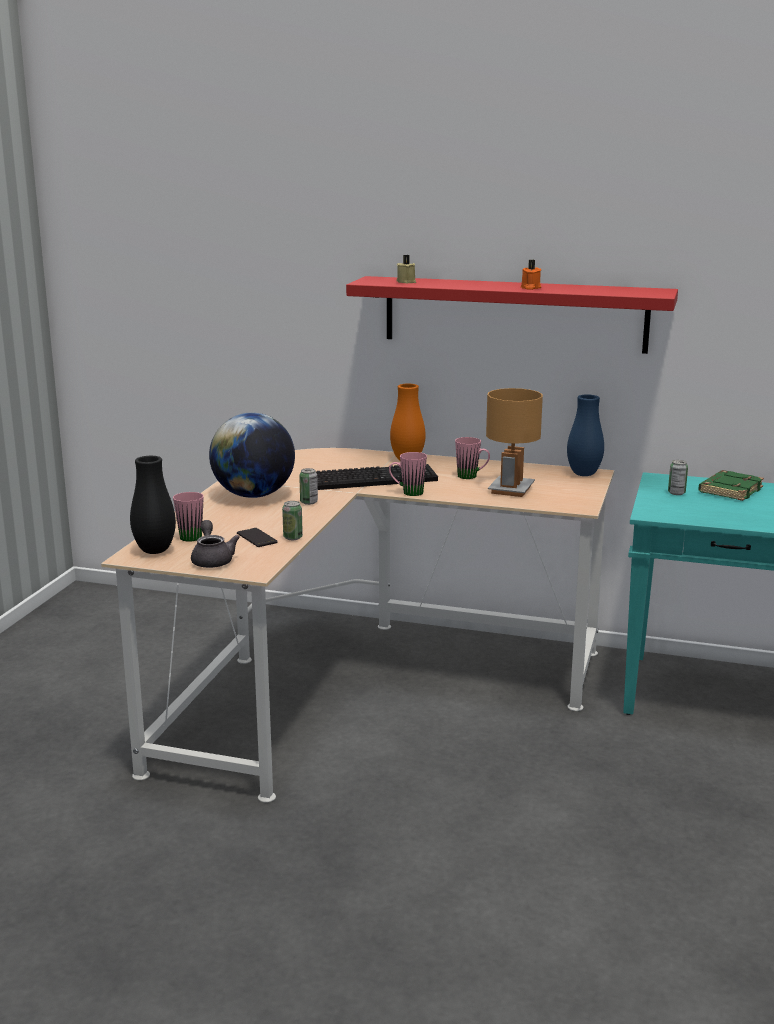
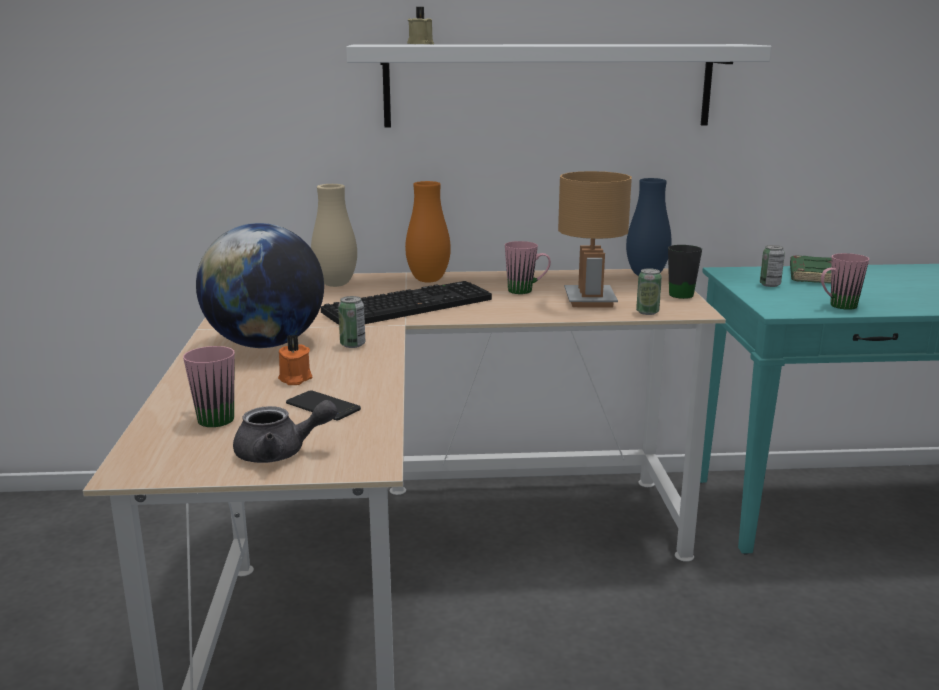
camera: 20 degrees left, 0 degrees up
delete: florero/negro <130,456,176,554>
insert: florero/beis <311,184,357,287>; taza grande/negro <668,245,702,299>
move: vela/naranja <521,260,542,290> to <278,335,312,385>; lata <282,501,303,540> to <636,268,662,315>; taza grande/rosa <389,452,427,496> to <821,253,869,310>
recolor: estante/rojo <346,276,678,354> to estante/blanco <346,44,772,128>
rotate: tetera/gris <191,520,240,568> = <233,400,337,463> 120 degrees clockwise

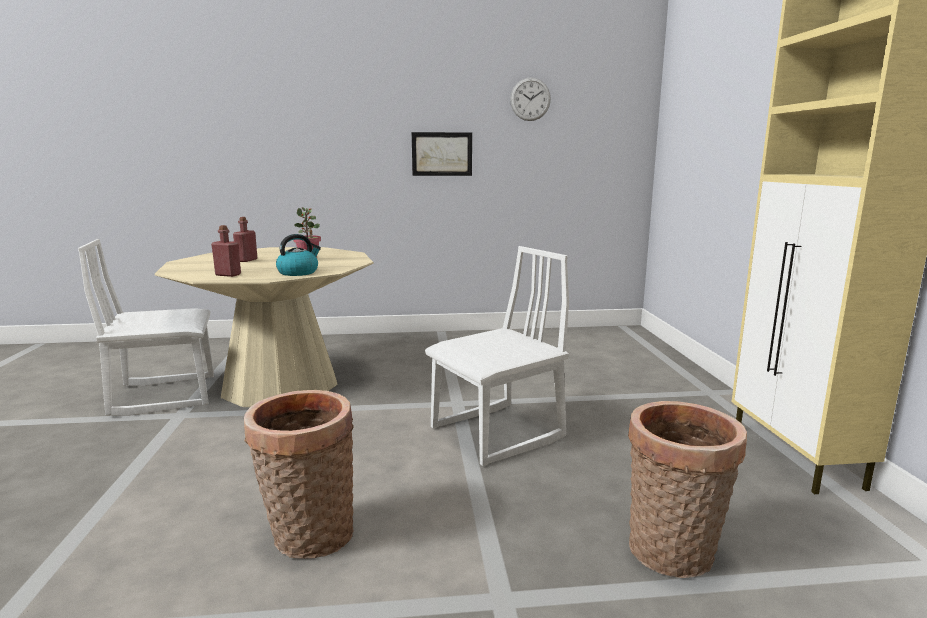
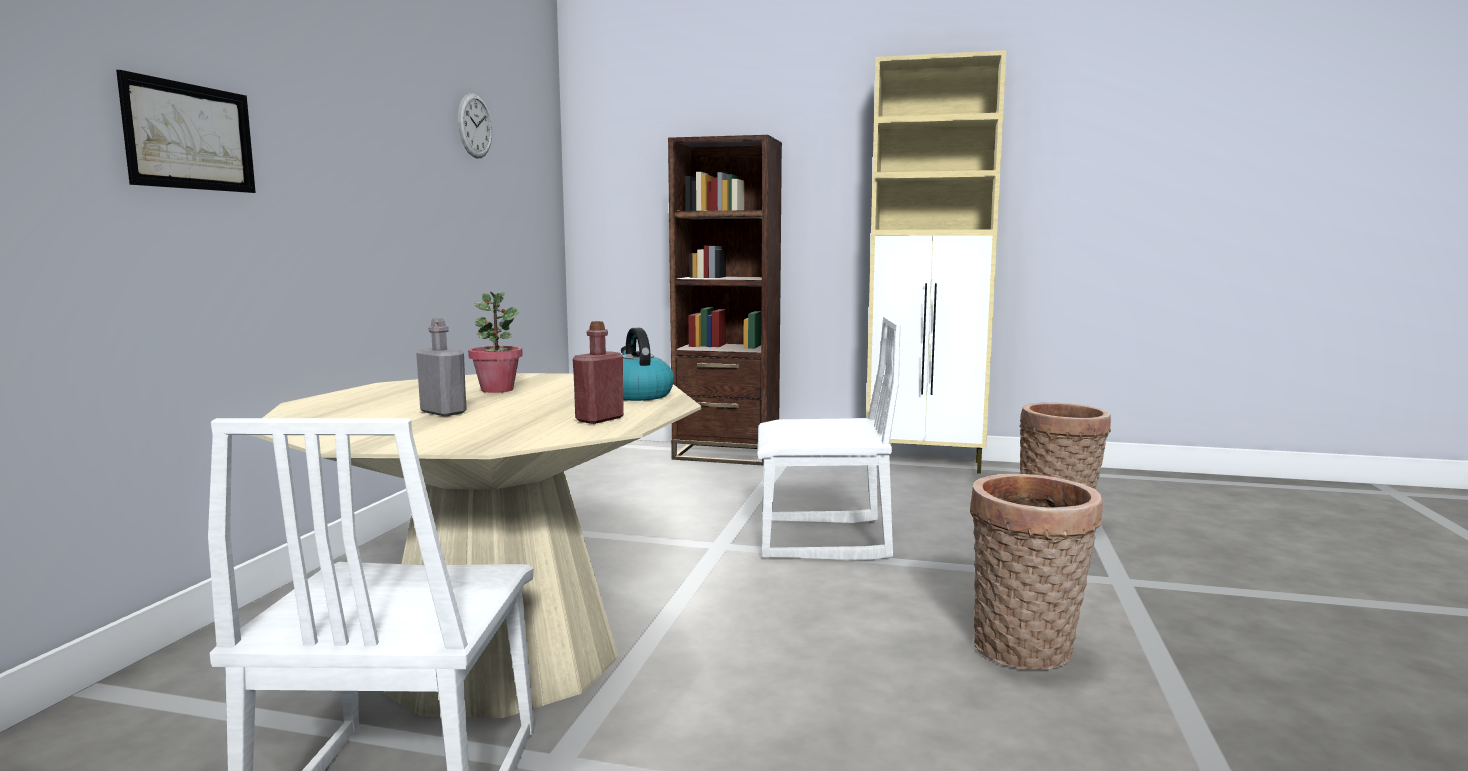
camera: 70 degrees left, 5 degrees down
insert: estantería/marrón <668,135,782,466>
move: cuadro <412,132,472,176> to <116,70,256,193>
recolor: botella/rojo <233,217,257,262> to botella/gris <416,318,467,416>
rotate: silla/blanco <425,246,569,466> = <757,316,901,560> 105 degrees clockwise

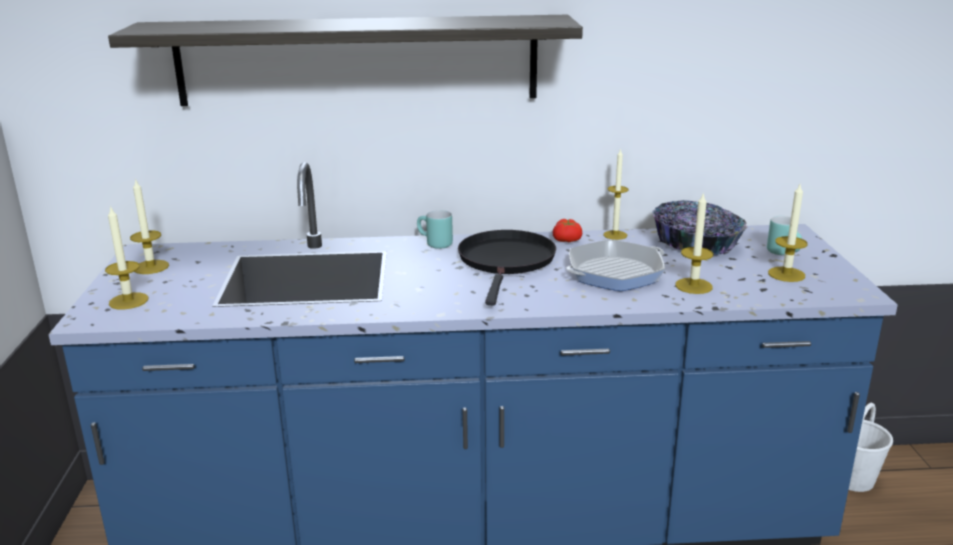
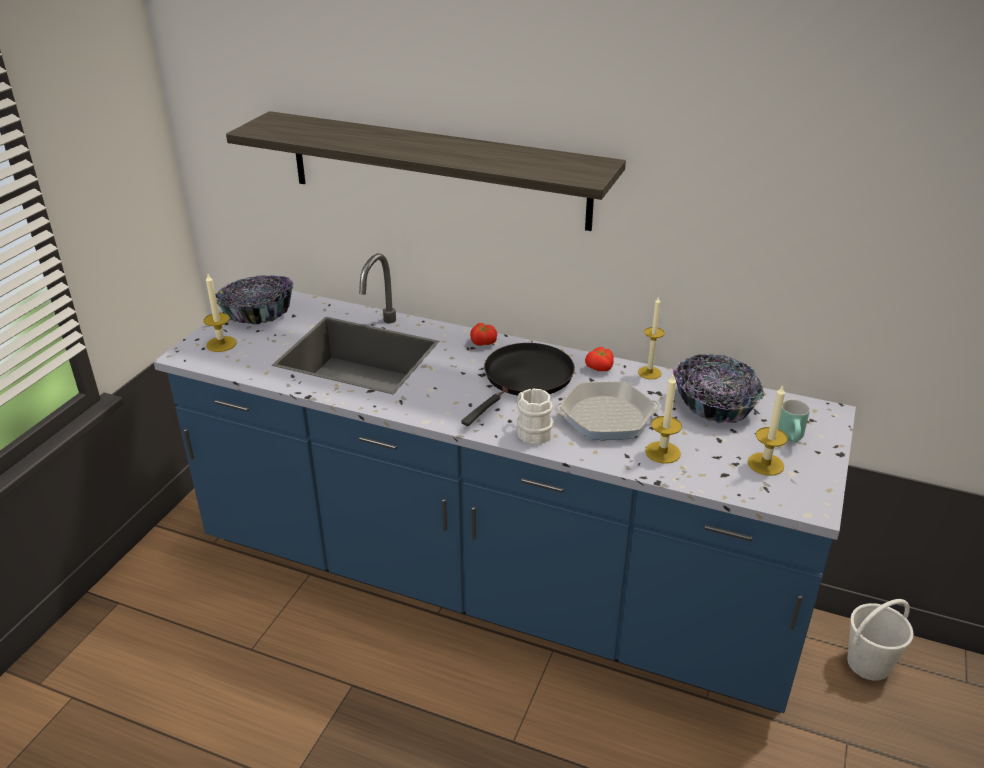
camera: 25 degrees right, 10 degrees up
insert: taza grande/blanco <517,389,553,444>
replace: vela <130,178,169,274> to cuenco <215,275,294,325>; taza grande/turquesa <417,210,453,249> to tomate <470,323,497,346>

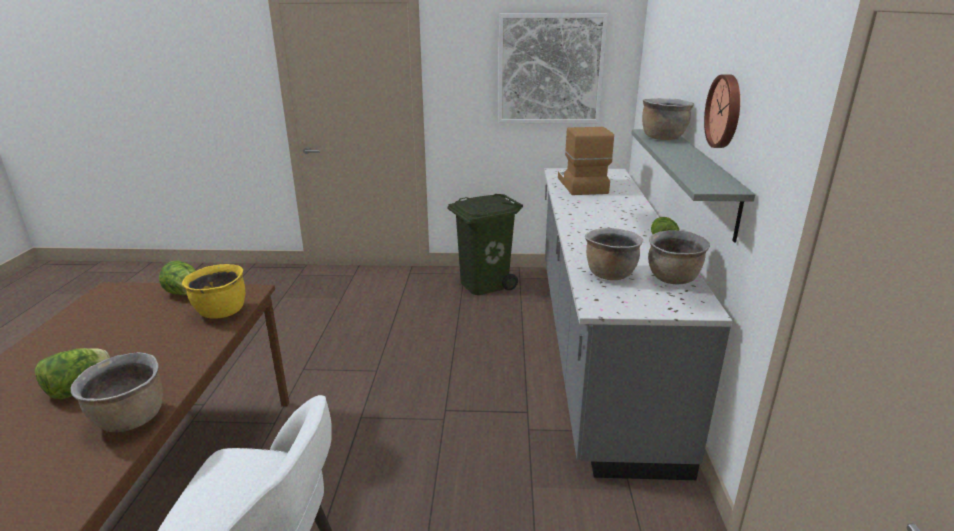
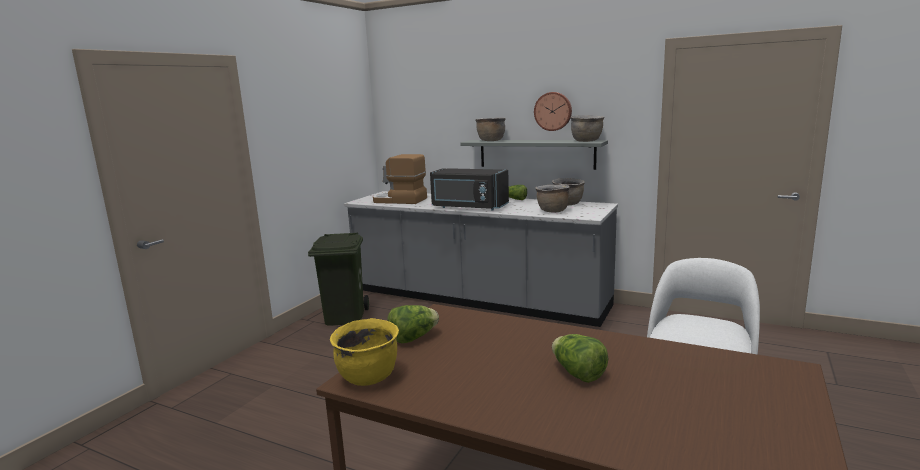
camera: 65 degrees left, 10 degrees down
delete: cuadro <498,13,608,123>
insert: microondas/negro <430,168,509,211>
move: olla/amarillo <182,264,245,319> to <330,318,399,386>; olla/marrón <70,352,163,432> to <571,115,604,142>

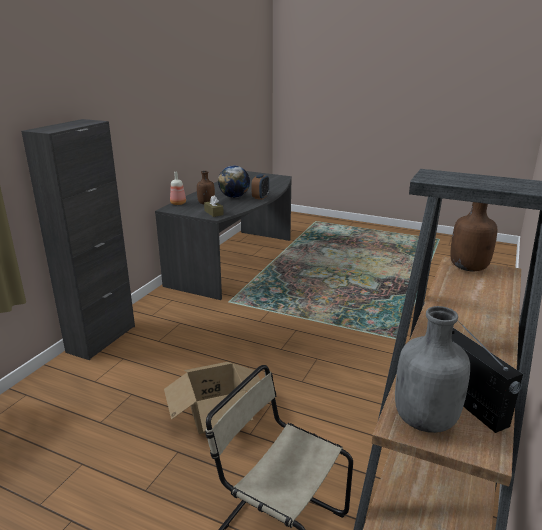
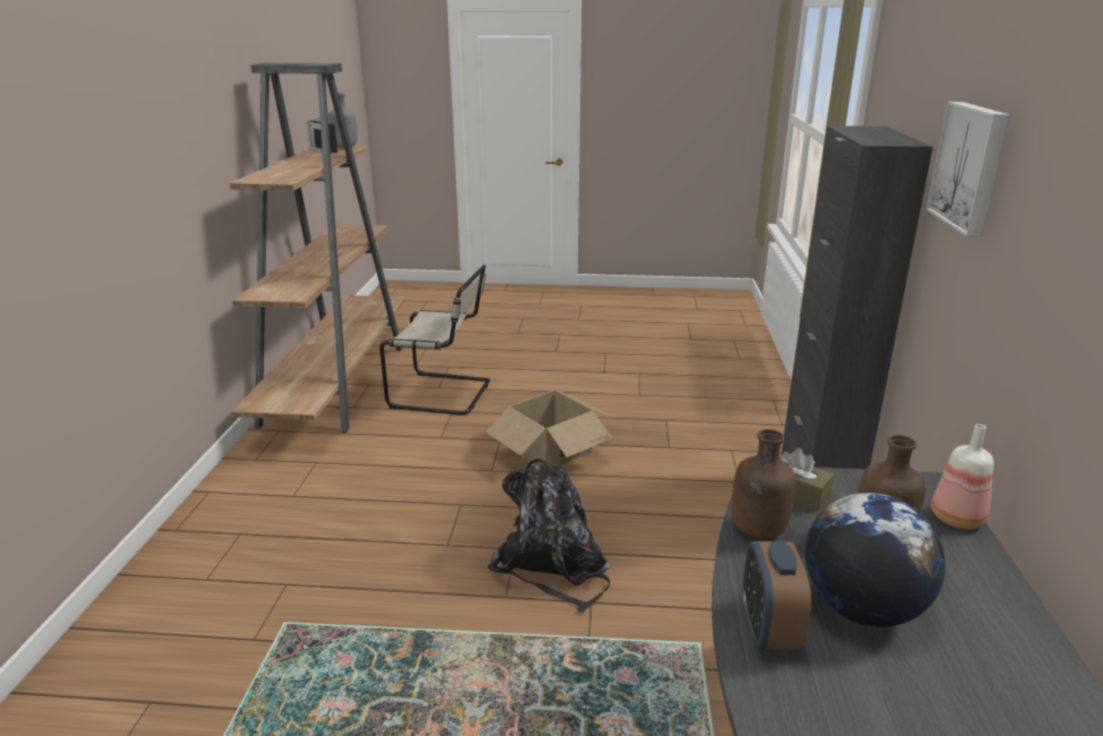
camera: 160 degrees right, 0 degrees up
insert: mochila/negro <488,459,612,613>; cuadro <926,102,1010,237>
move: botella/marrón <450,202,497,271> to <732,429,796,539>

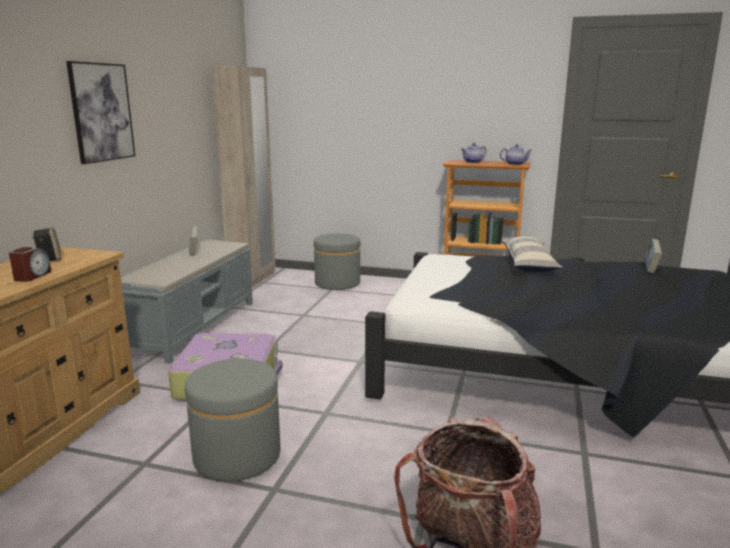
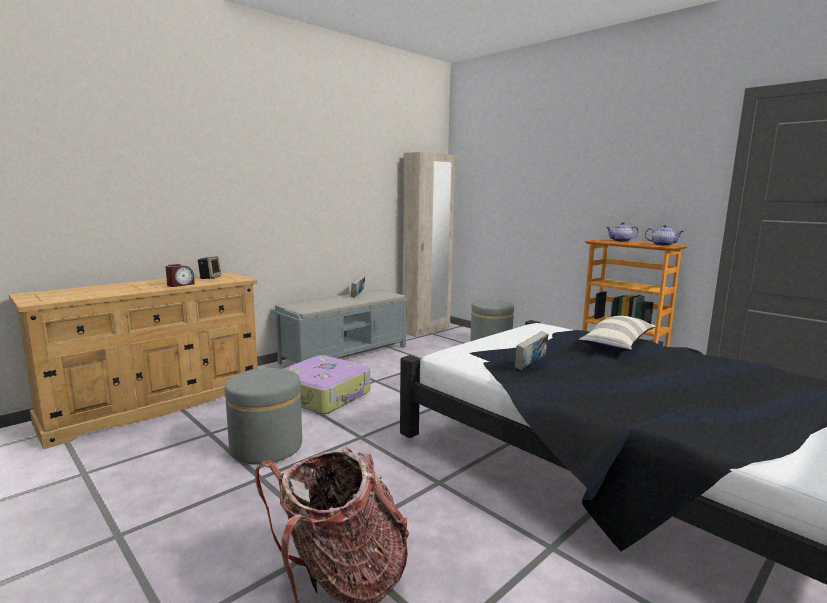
camera: 30 degrees right, 5 degrees down
delete: cuadro <66,61,135,164>
move: libro <645,239,662,273> to <515,331,549,370>

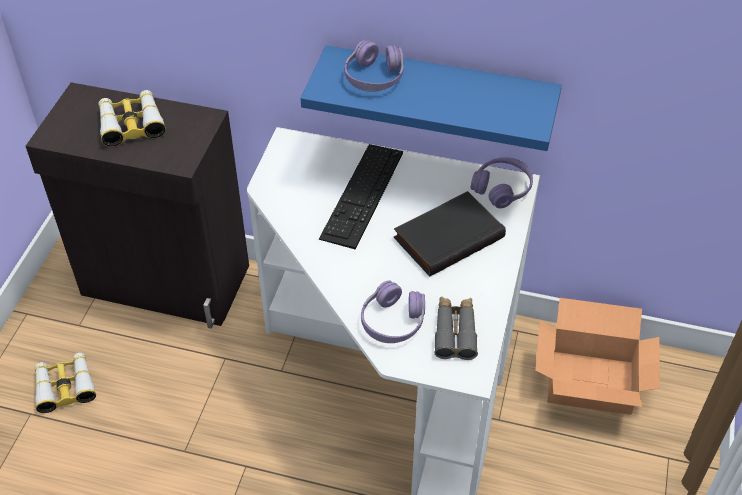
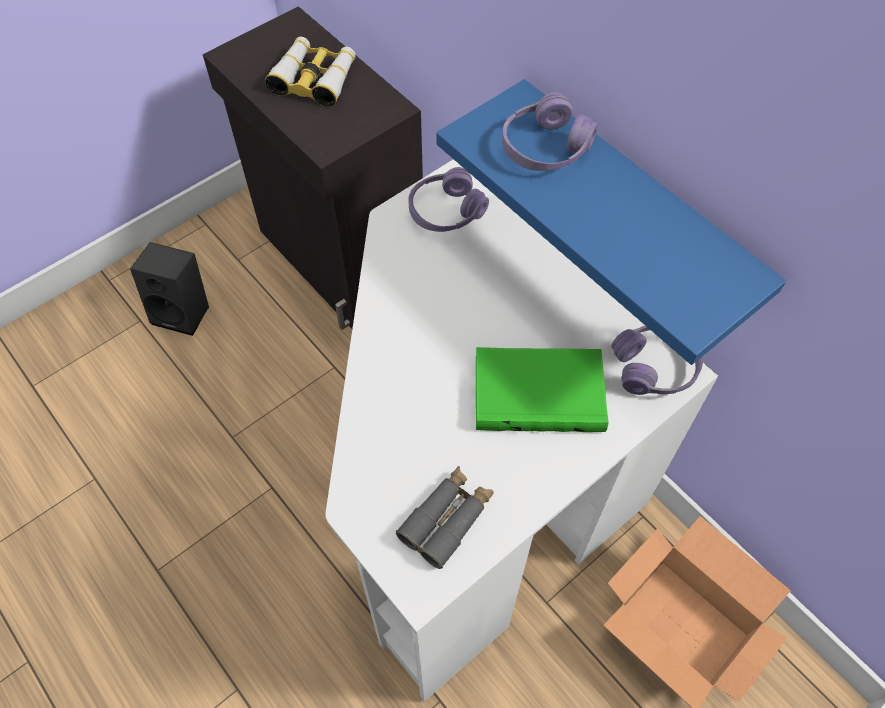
camera: 35 degrees right, 10 degrees up
delete: teclado <319,144,403,249>
move: auriculares/morado <361,280,425,343> to <409,167,489,232>
replace: prismáticos <34,353,96,413> to altavoz/negro <130,242,209,336>
recolor: libro/negro <394,191,506,277> to libro/verde <476,347,609,432>

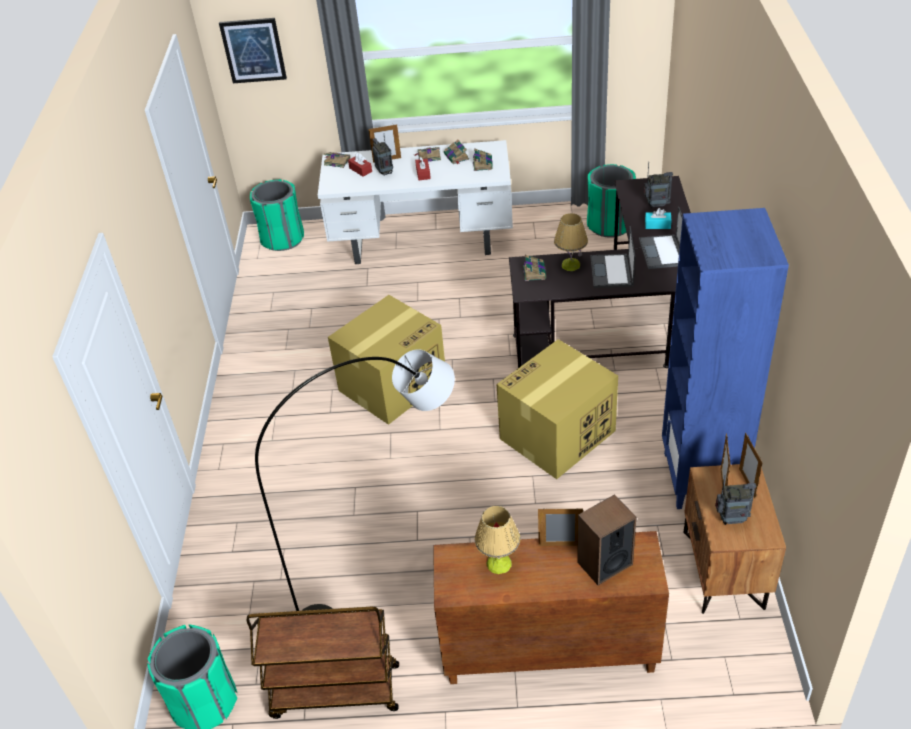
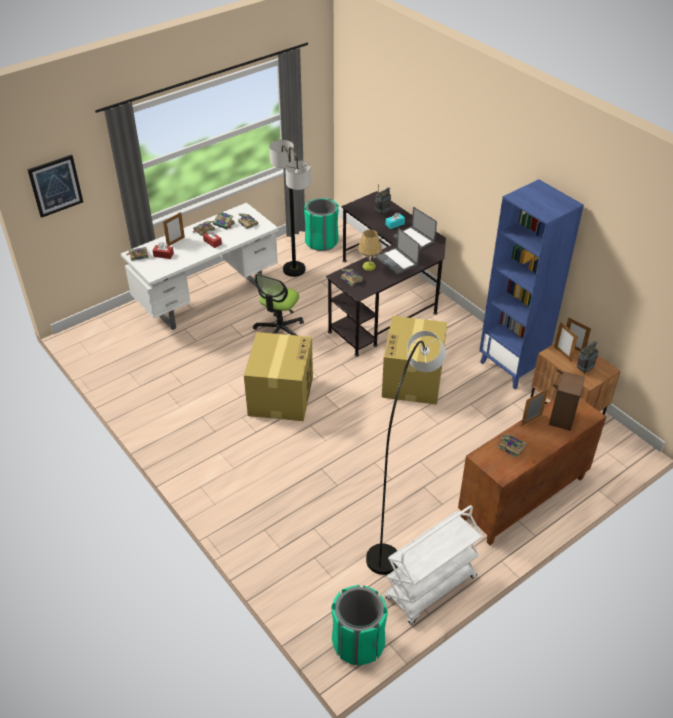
camera: 40 degrees left, 0 degrees up
delete: papelera/verde <250,179,304,251>; radio <372,136,393,176>
insert: silla de oficina <253,274,304,336>; lámpara de pie <269,140,311,277>
replace: lámpara de mesa <475,506,520,574> to libro <498,434,527,458>
recolor: carrito/marrón <247,607,399,719> to carrito/blanco <385,505,483,625>

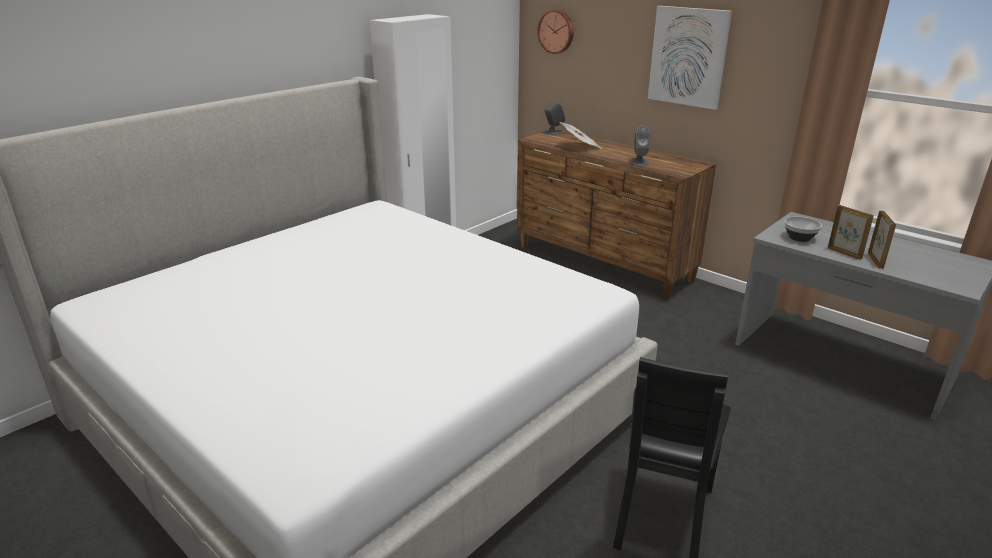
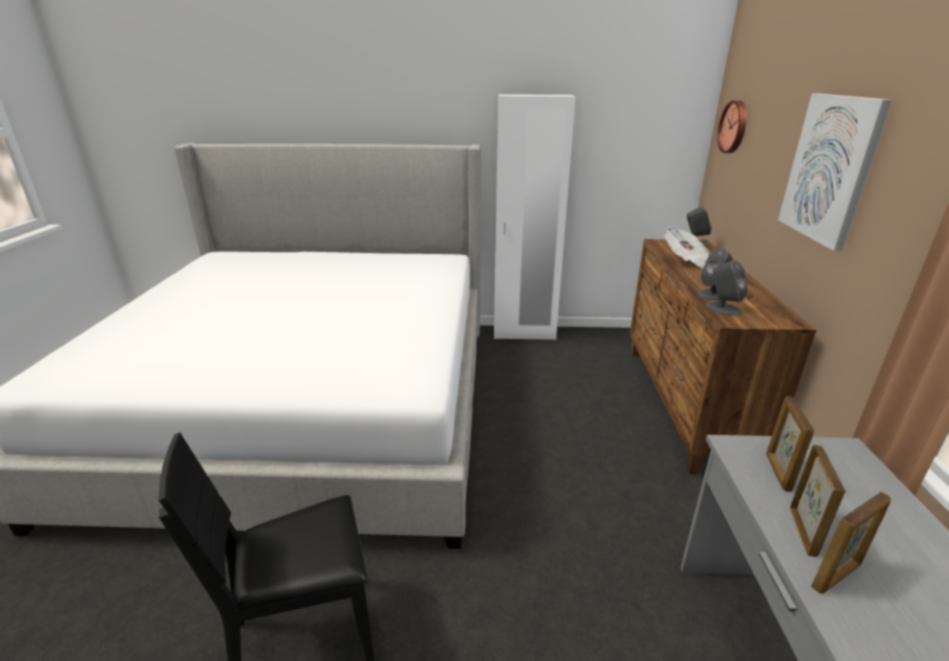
camera: 50 degrees right, 0 degrees up
insert: altavoz/gris <706,260,748,316>
replace: cuenco <784,216,822,242> to portarretratos <766,396,814,491>

